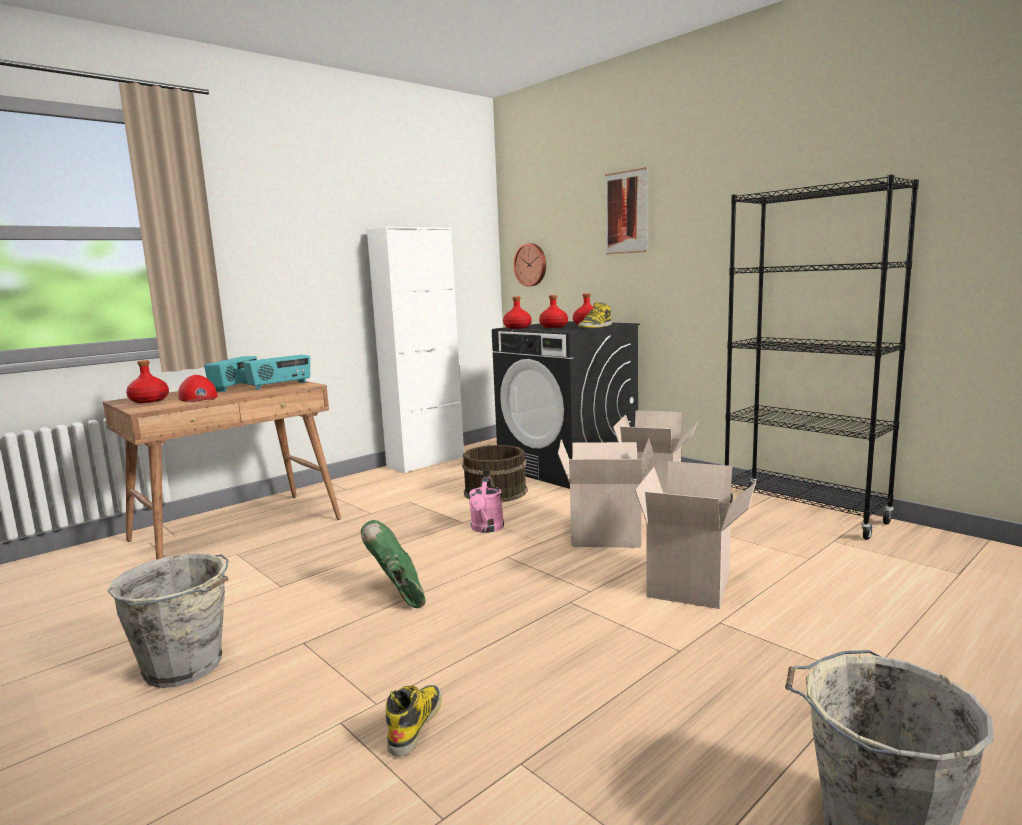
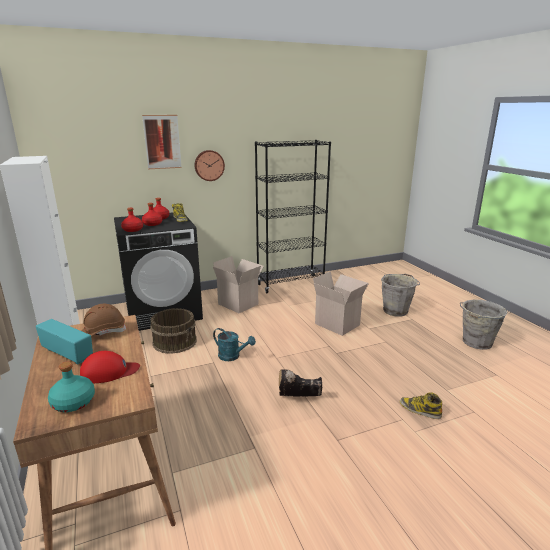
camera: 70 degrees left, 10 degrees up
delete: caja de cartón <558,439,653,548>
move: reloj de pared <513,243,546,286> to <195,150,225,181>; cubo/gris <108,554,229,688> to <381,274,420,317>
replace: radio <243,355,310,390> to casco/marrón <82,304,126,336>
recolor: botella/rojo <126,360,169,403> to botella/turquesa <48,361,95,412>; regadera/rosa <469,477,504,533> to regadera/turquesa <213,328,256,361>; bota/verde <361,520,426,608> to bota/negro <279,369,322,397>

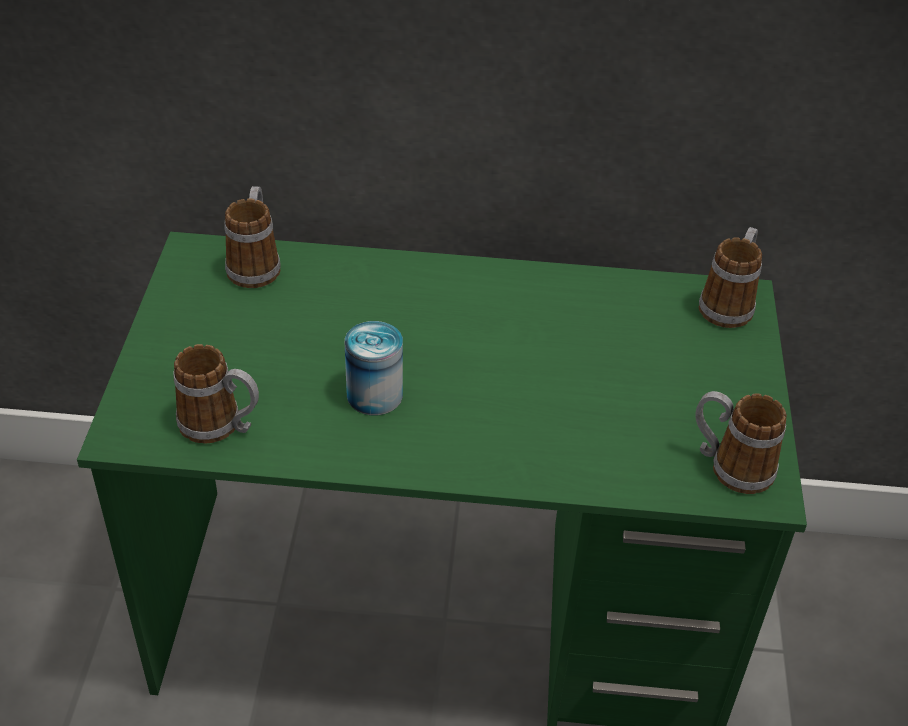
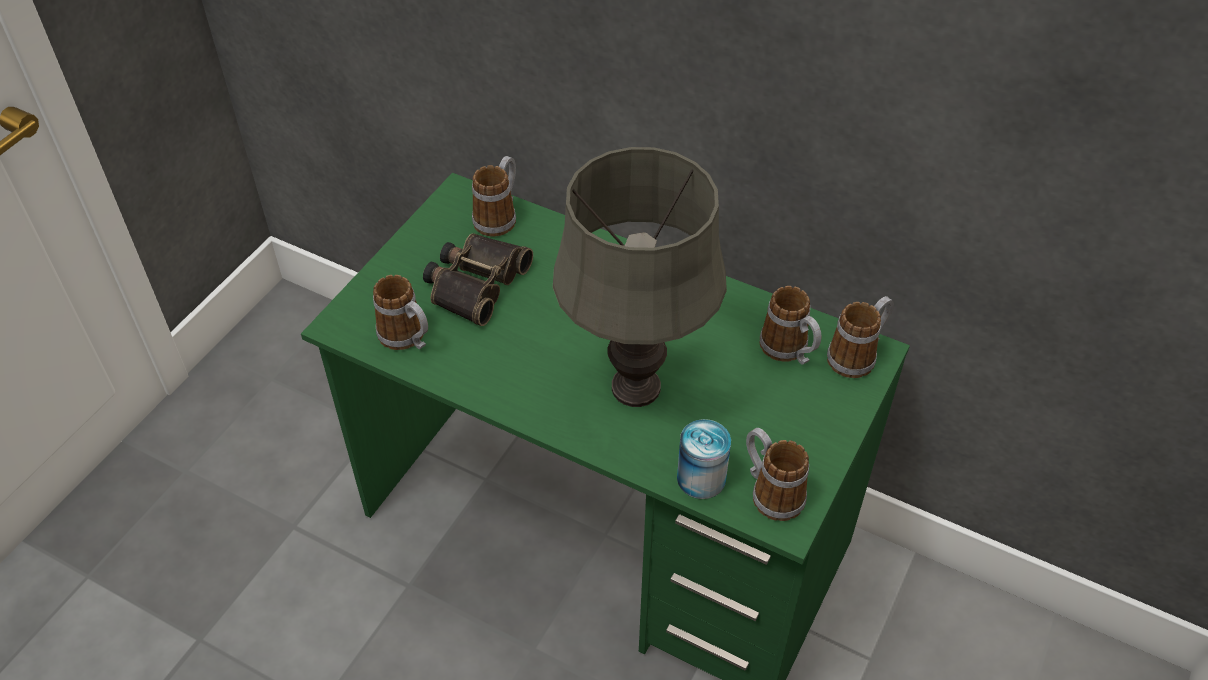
camera: 25 degrees right, 5 degrees up
insert: prismáticos <423,233,533,326>; lámpara de mesa/gris <553,147,727,407>; taza grande <759,286,821,365>
move: lata <345,321,403,415> to <677,419,731,499>

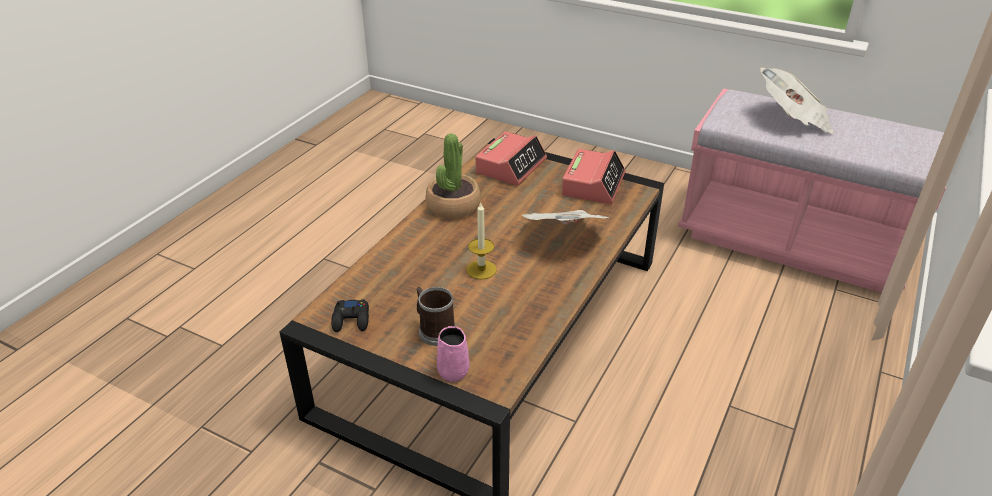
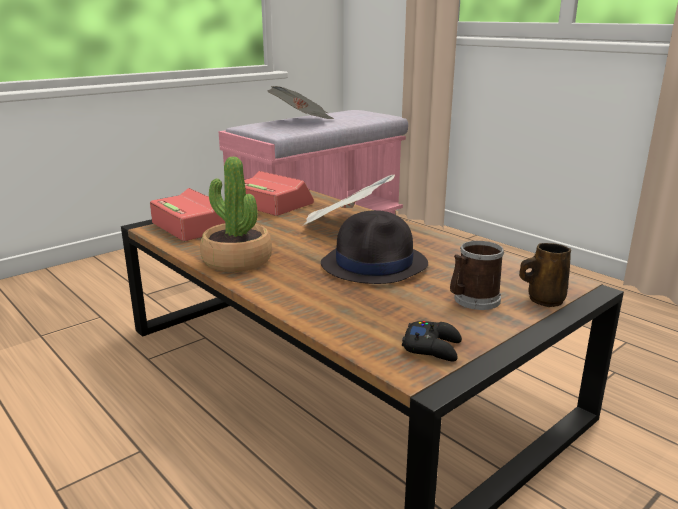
camera: 70 degrees left, 15 degrees down
replace: vela <467,202,497,279> to sombrero/negro <321,210,428,284>
recolor: taza grande/rosa <437,326,470,382> to taza grande/marrón <519,243,571,307>

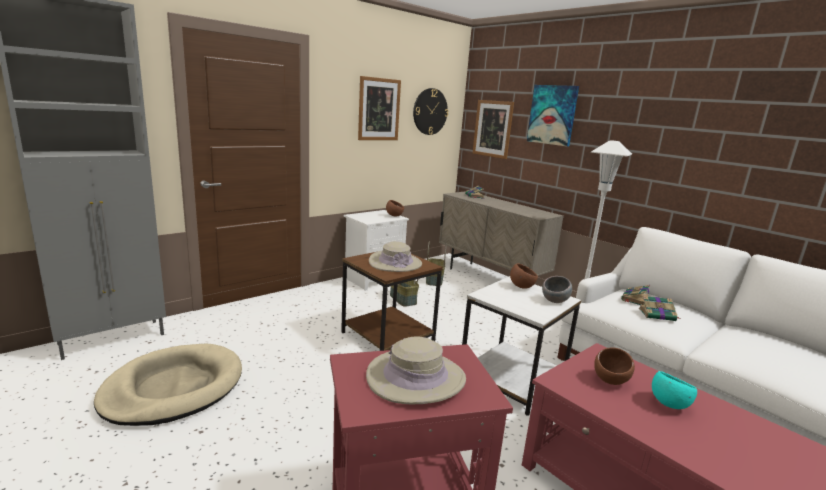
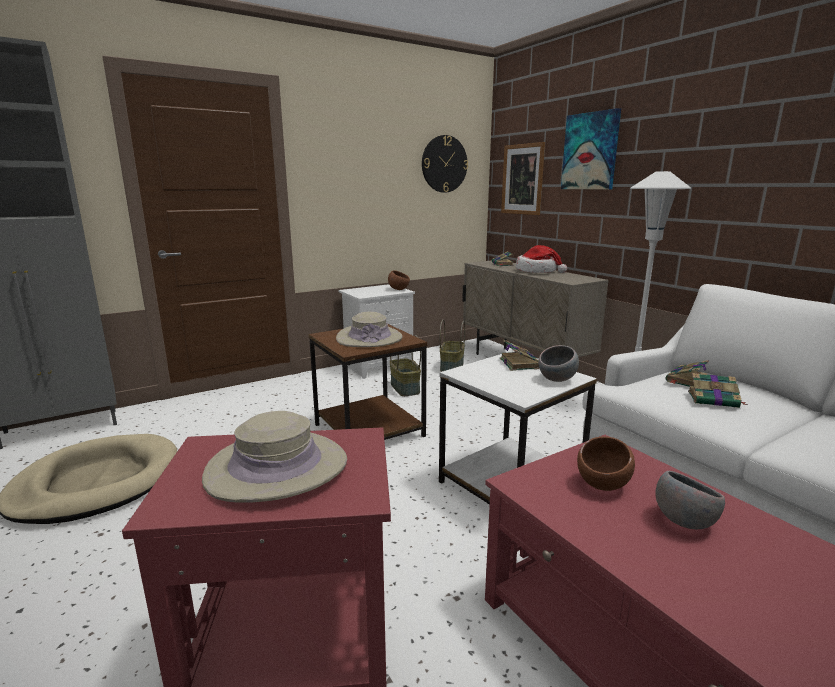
camera: 10 degrees right, 0 degrees up
delete: cuadro <358,76,401,140>
insert: sombrero <516,245,567,273>
replace: cuenco/marrón <510,263,538,289> to libro <500,340,540,371>
recolor: cuenco/turquesa <652,371,697,409> to cuenco/gris <655,471,725,529>

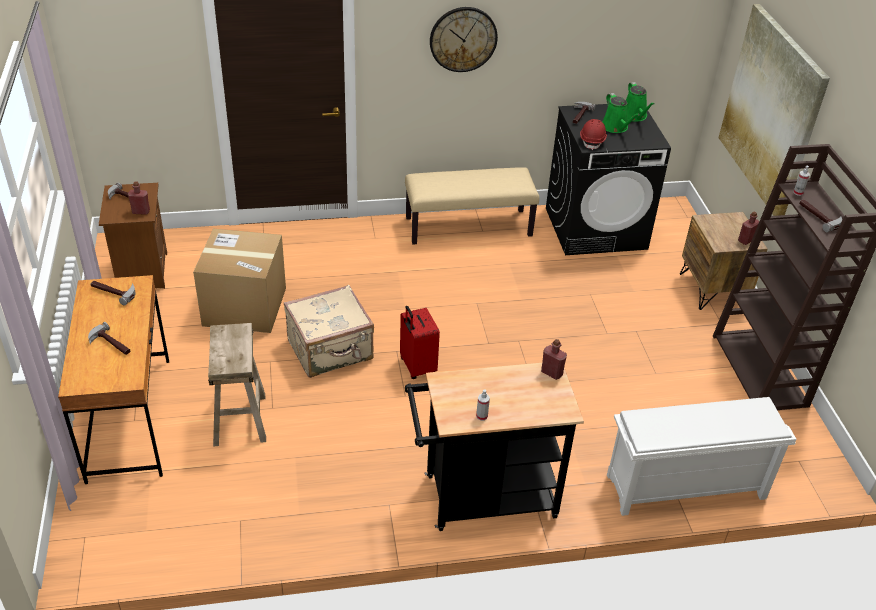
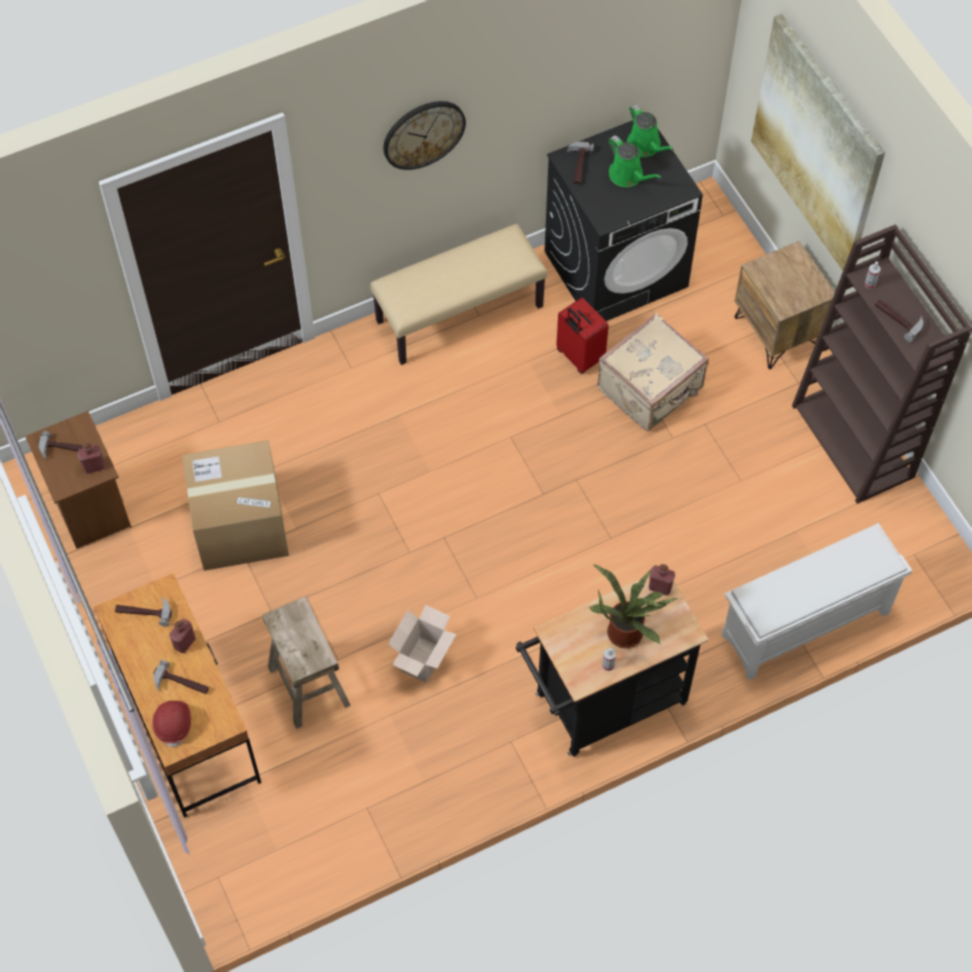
camera: 15 degrees left, 20 degrees up
insert: caja de cartón <388,605,457,683>; planta en maceta <588,564,677,648>
move: casco/rojo <580,119,607,150> to <152,701,191,748>; botella/rojo <738,212,759,245> to <169,619,196,653>; maleta/rojo <400,306,440,379> to <556,298,609,374>; maleta/beis <284,285,374,378> to <597,313,709,431>

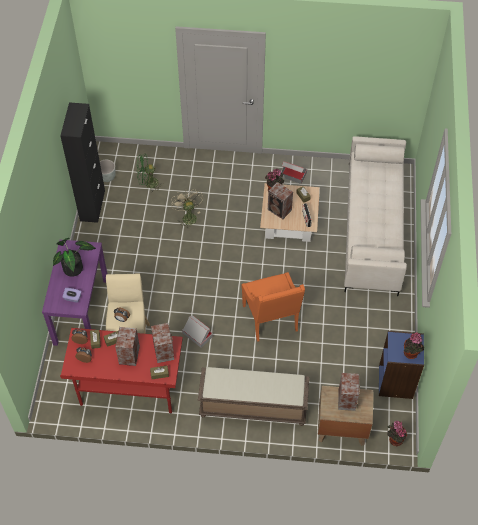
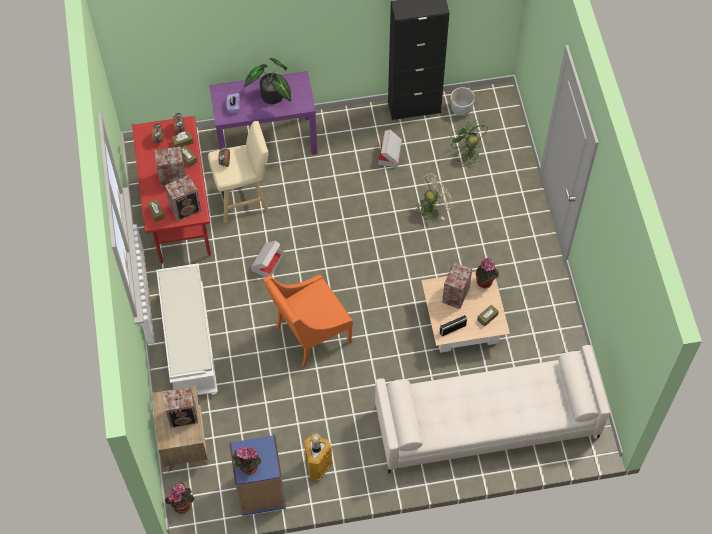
camera: 75 degrees right, 5 degrees up
insert: papelera <304,433,332,481>
move: caja de cartón <281,161,307,184> to <378,130,402,168>
recolor: banco/marrón <198,367,309,426> to banco/blanco <156,263,218,395>

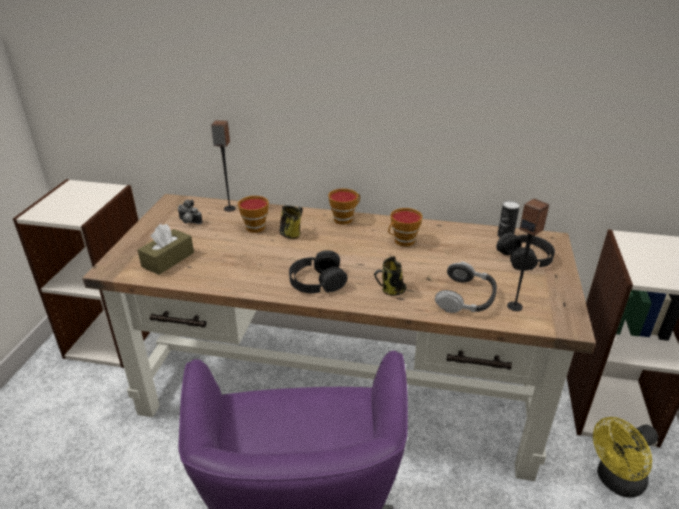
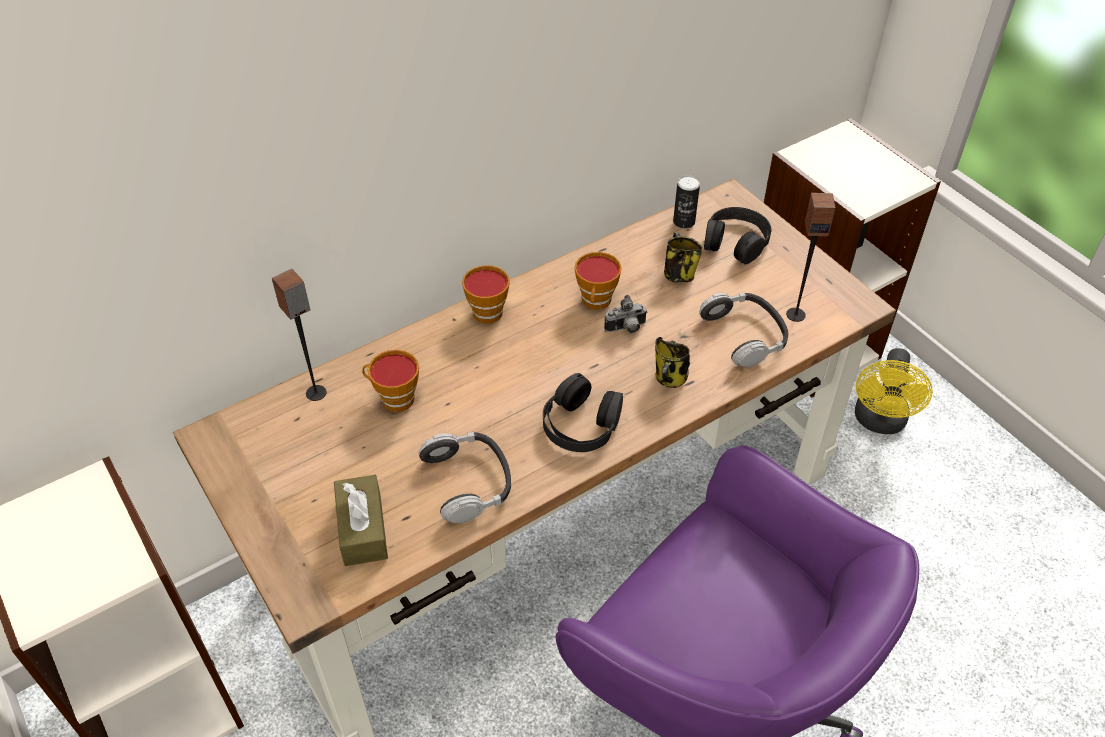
camera: 45 degrees left, 15 degrees up
insert: auriculares <419,432,511,523>
move: cámara <177,200,203,224> to <604,295,648,333>; taza grande <279,205,303,239> to <664,233,702,283>

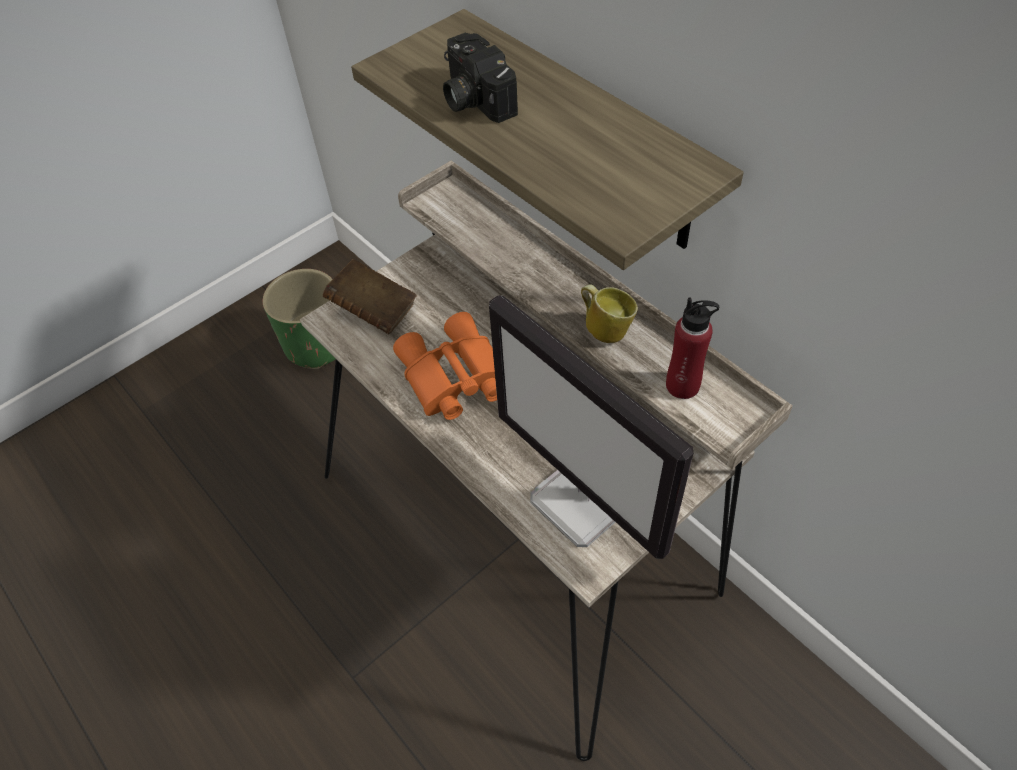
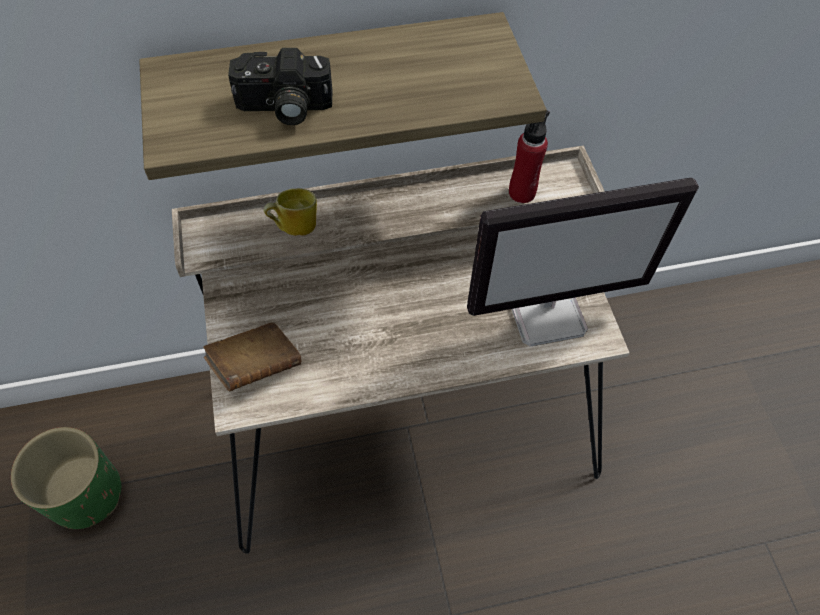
camera: 65 degrees left, 5 degrees up
delete: prismáticos/naranja <393,312,497,420>
move: taza grande <581,285,638,343> to <263,188,317,236>

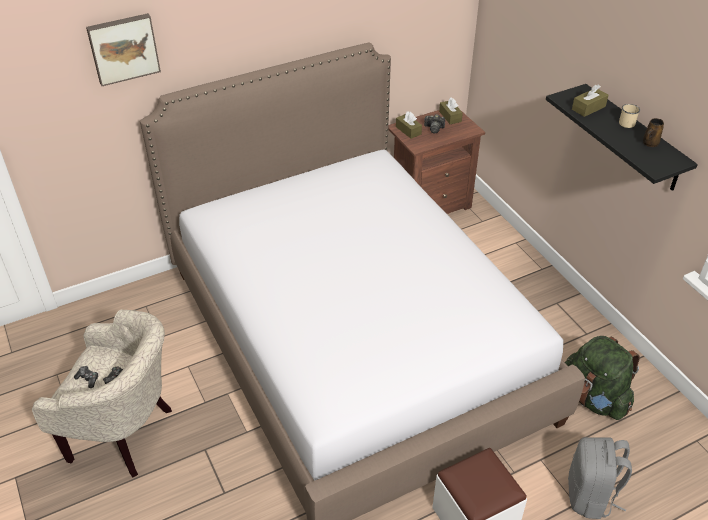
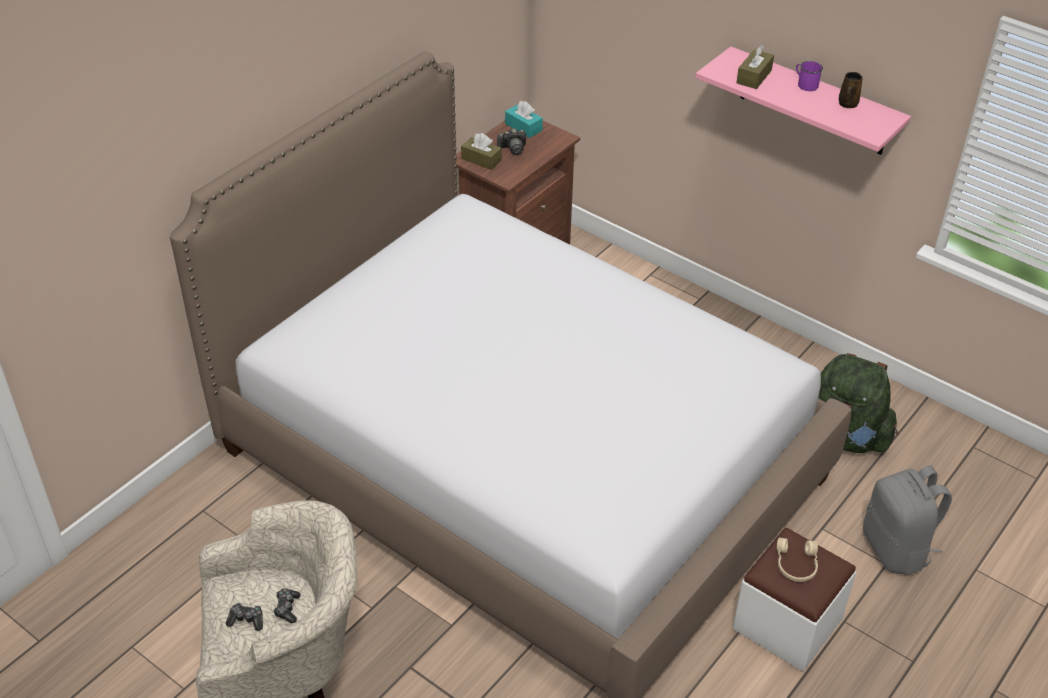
camera: 25 degrees left, 0 degrees up
delete: cuadro <86,13,161,86>
insert: auriculares/beis <777,538,818,582>
recolor: caja de pañuelos/marrón <439,97,463,124> to caja de pañuelos/turquesa <505,101,543,138>; estante/negro <546,84,698,191> to estante/rosa <695,47,911,155>; taza grande/beis <619,104,640,128> to taza grande/morado <796,61,823,91>

